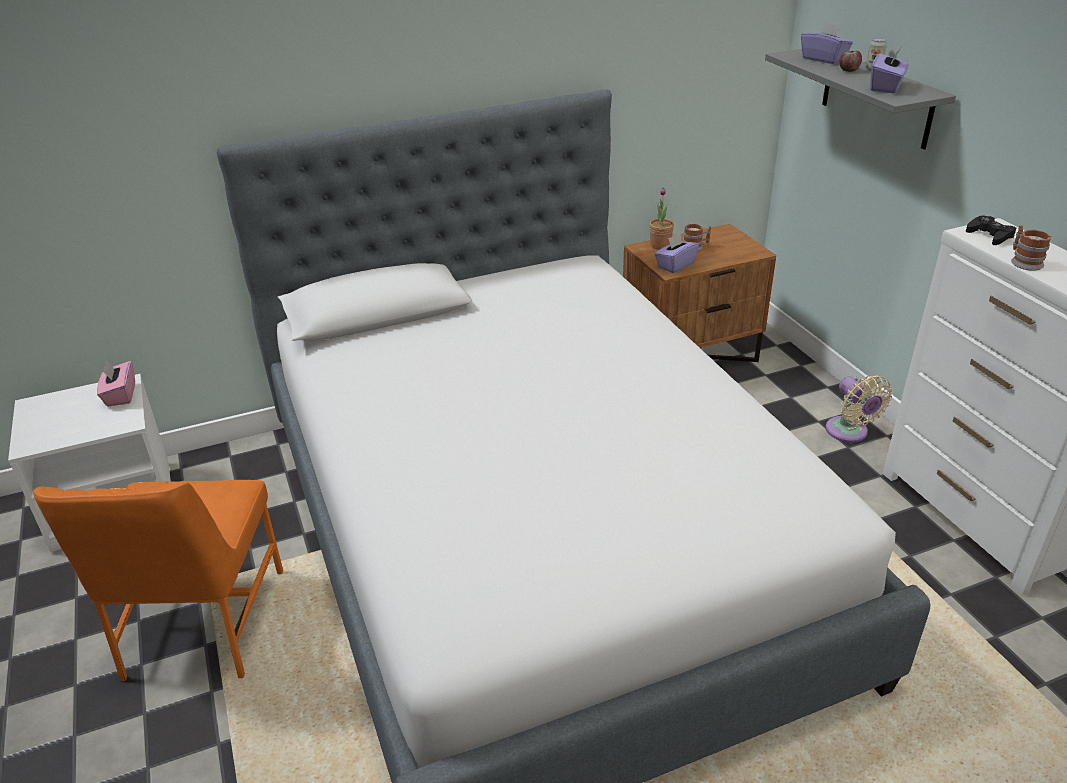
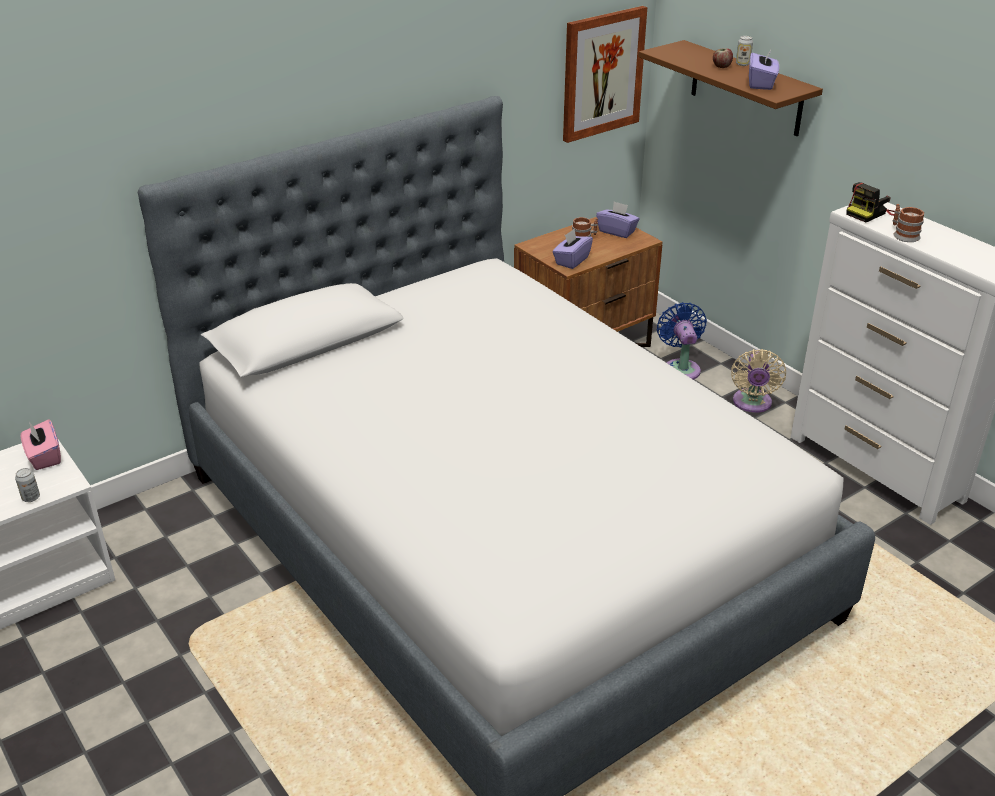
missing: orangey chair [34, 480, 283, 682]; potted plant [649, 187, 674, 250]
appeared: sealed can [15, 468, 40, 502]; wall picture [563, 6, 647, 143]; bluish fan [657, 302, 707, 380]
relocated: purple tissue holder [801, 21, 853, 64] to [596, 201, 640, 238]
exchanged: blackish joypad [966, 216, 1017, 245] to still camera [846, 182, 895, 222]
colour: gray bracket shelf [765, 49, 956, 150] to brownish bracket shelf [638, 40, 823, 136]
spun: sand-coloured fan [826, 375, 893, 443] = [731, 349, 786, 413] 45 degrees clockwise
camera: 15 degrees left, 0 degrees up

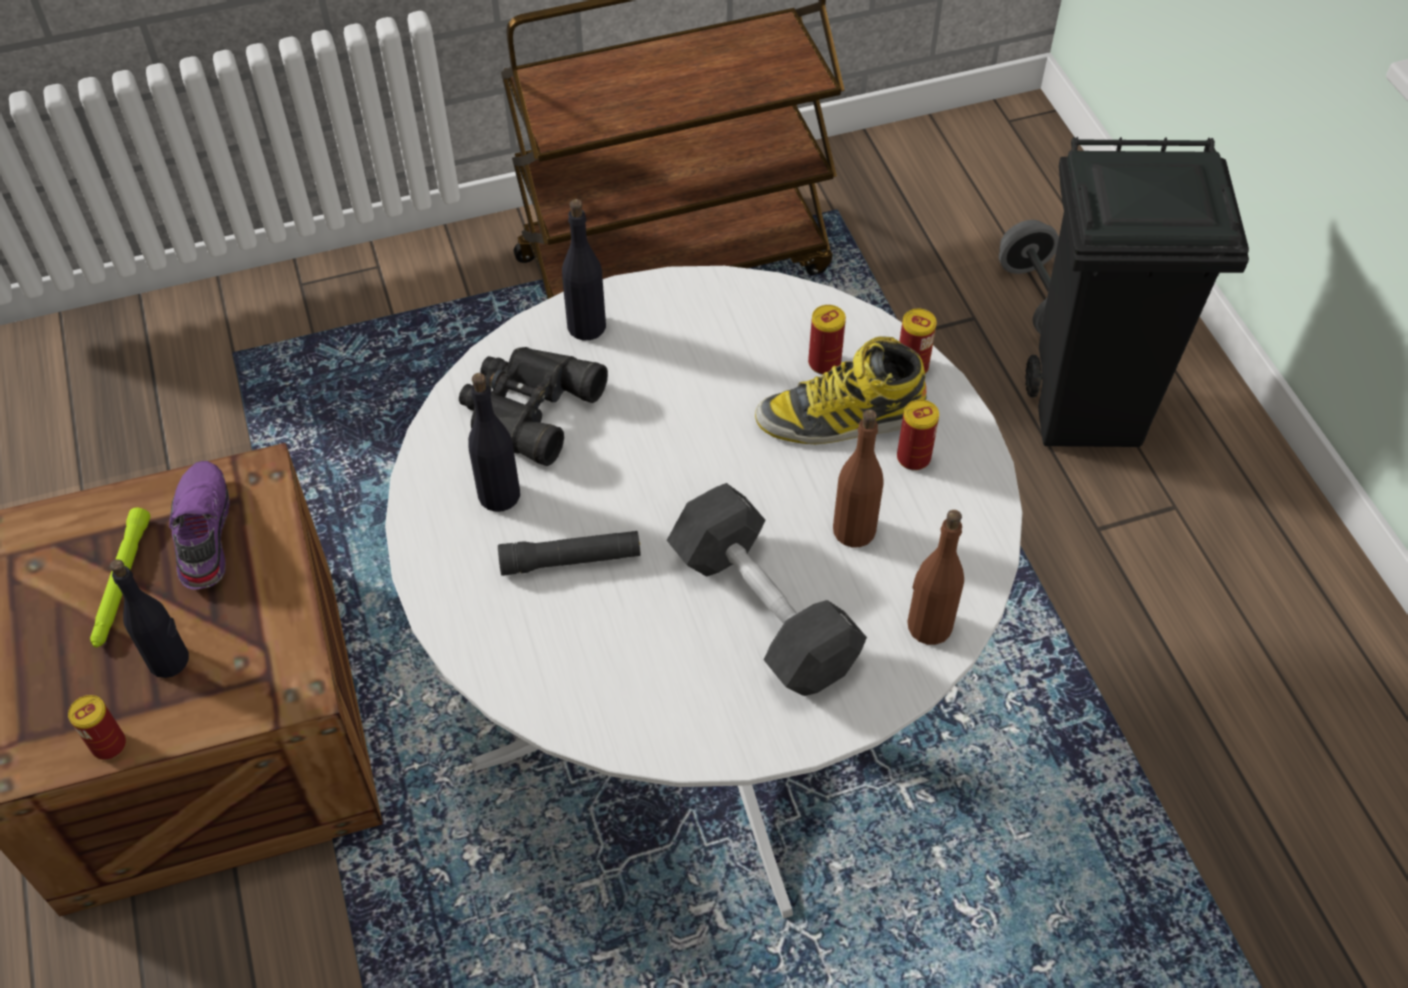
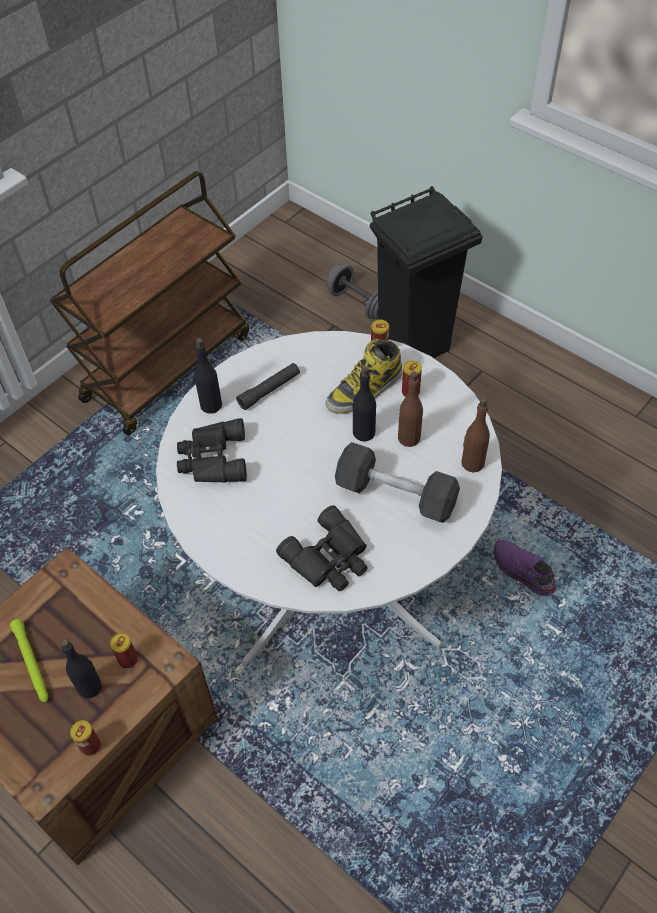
appeared: blackish pair of binoculars [276, 505, 368, 591]
relocated: sealed can [808, 305, 846, 375] to [110, 633, 138, 668]; blackish flashlight [498, 531, 641, 576] to [236, 363, 300, 410]; blackish bottle [468, 373, 520, 512] to [353, 366, 376, 441]; purple item of footwear [169, 461, 230, 590] to [494, 540, 556, 597]
camera: 30 degrees left, 0 degrees up

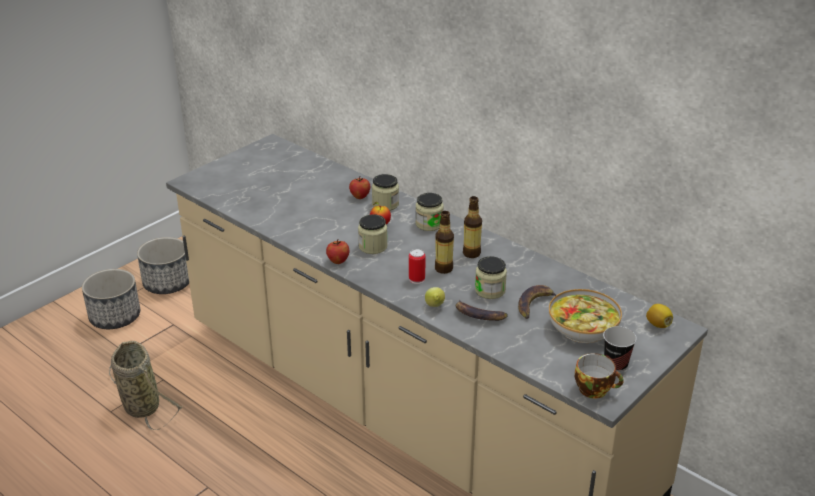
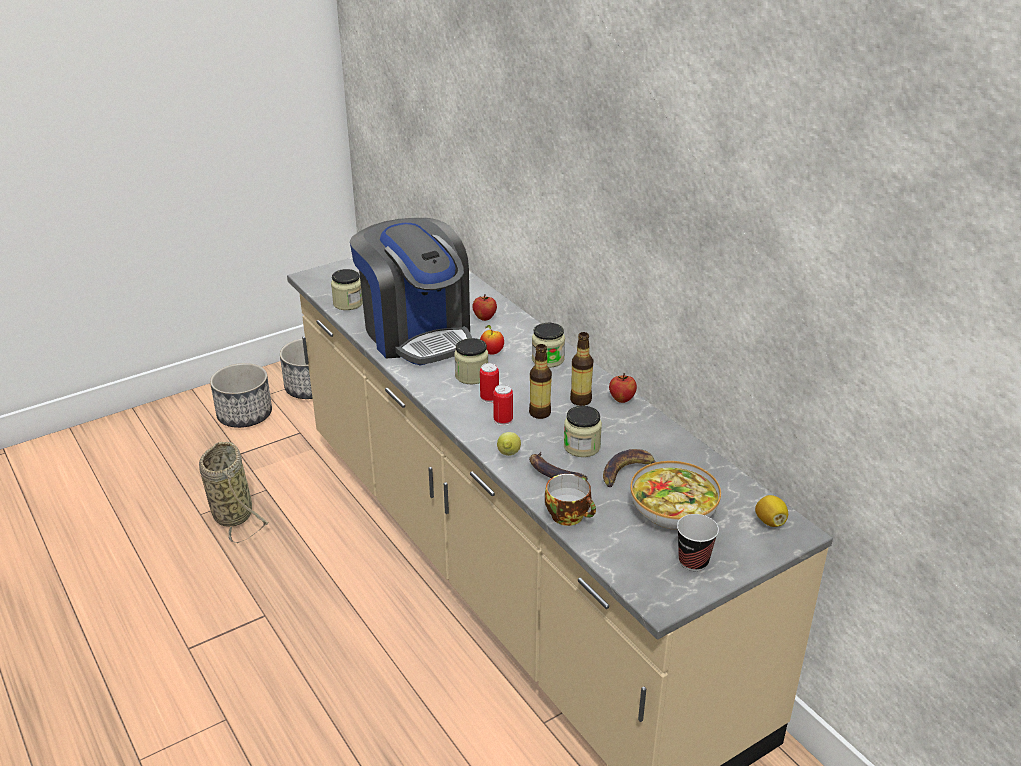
appeared: coffee maker [350, 218, 472, 366]; sealed can [480, 363, 499, 403]
relocated: preserve jar [372, 174, 399, 211] to [331, 269, 363, 310]; cup [575, 353, 624, 399] to [545, 474, 596, 526]; apple fruit [326, 239, 349, 264] to [609, 373, 637, 403]
camera: 15 degrees right, 0 degrees up

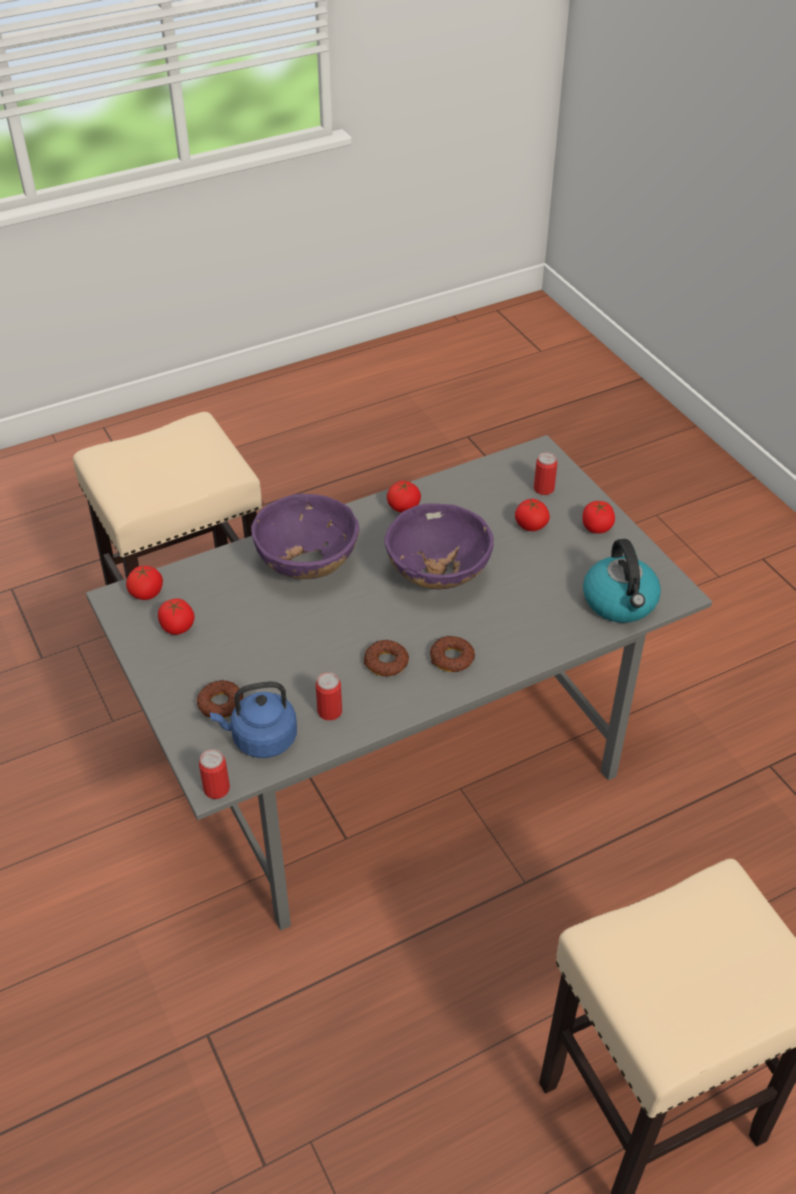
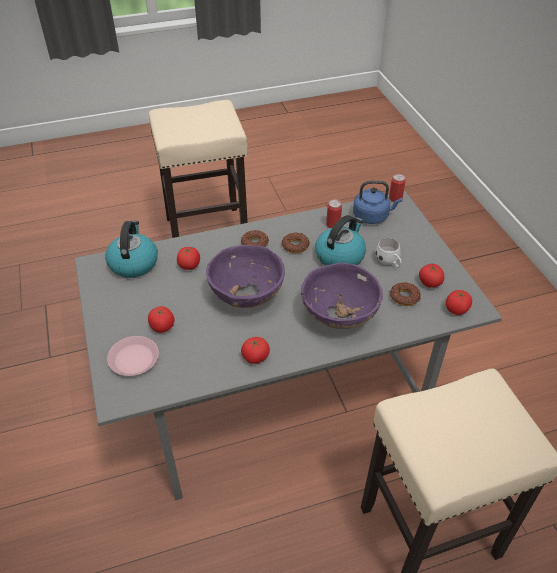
appeared: kettle [315, 215, 366, 266]; whitish tea mug [375, 238, 402, 268]
relocated: whole tomato [582, 501, 615, 534] to [177, 247, 200, 270]; ring doughnut [197, 680, 243, 718] to [390, 282, 421, 306]
exchanged: sealed can [534, 452, 557, 495] to pinkish plate [107, 336, 159, 376]
camera: 170 degrees left, 0 degrees up

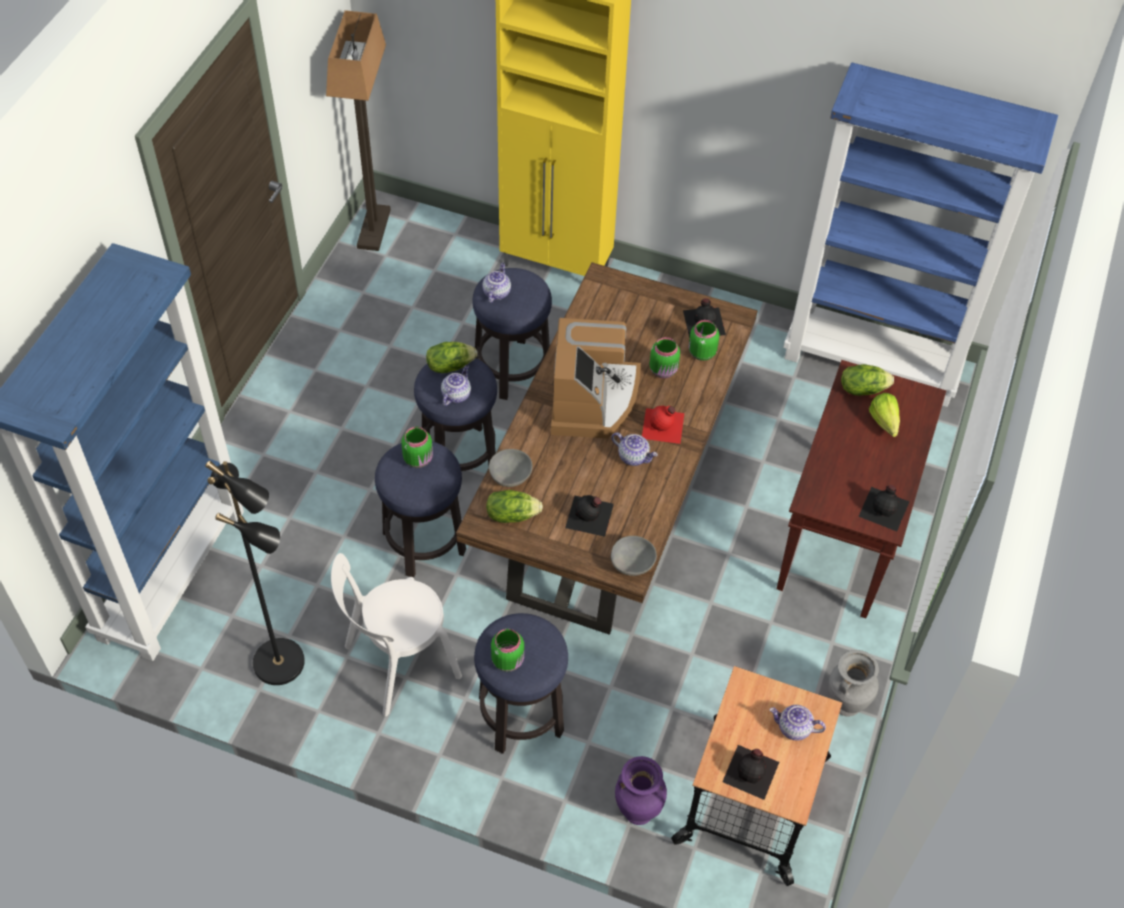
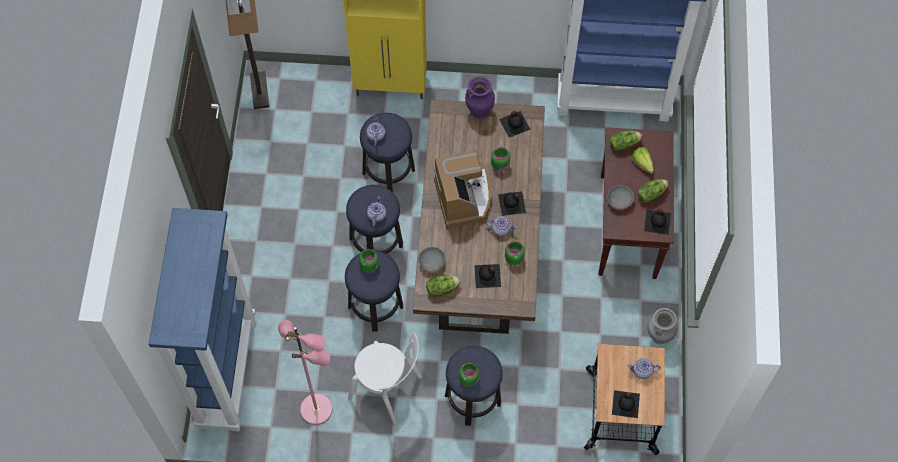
relocated: purple decorative vase [615, 756, 667, 825] to [465, 76, 495, 119]; green-coloured preserve jar [689, 320, 719, 361] to [505, 241, 525, 265]; gray deep dish [611, 536, 657, 576] to [607, 185, 634, 210]; head of lettuce [426, 342, 477, 373] to [637, 179, 669, 203]
colour: blackish floor lamp [205, 461, 305, 685] to pinkish floor lamp [278, 320, 332, 425]; reddish bottle [642, 406, 684, 444] to blackish bottle [498, 191, 526, 216]
spun: whitish chair [331, 553, 462, 717] = [348, 333, 422, 424] 105 degrees counterclockwise
camera: 15 degrees left, 10 degrees up

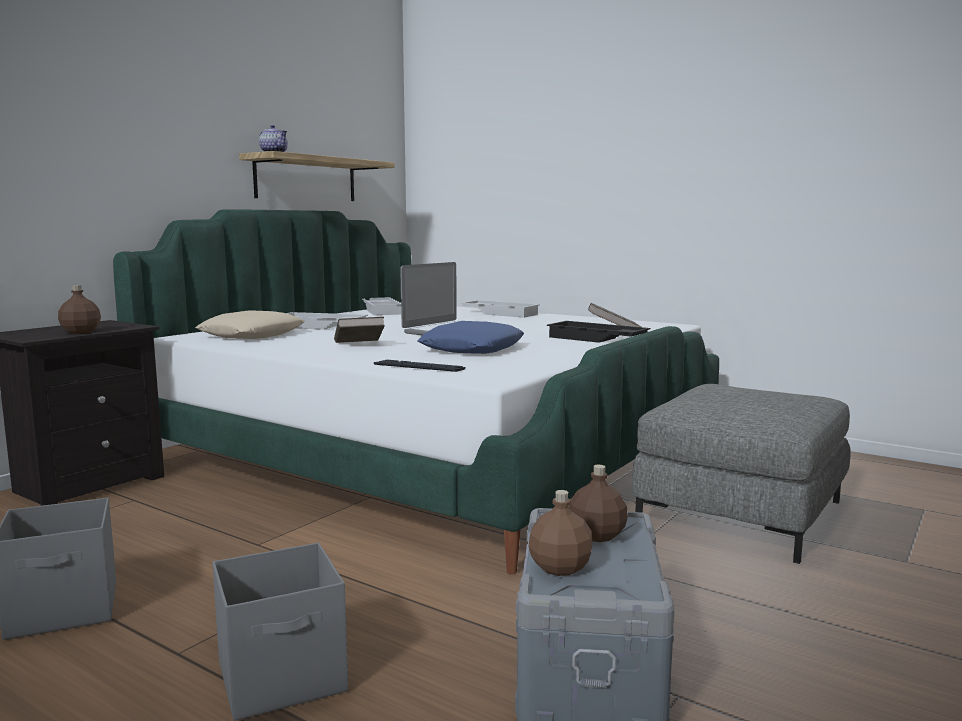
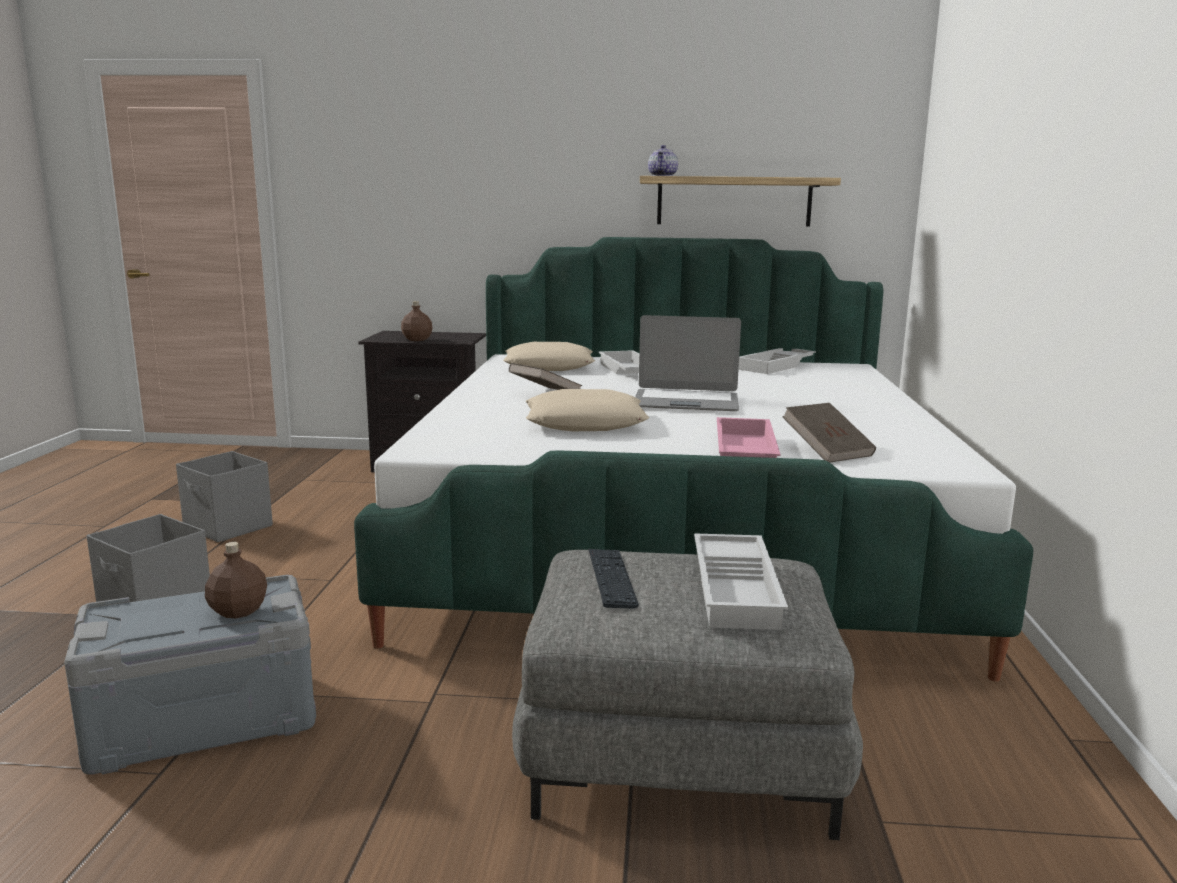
missing: brownish bottle [528, 490, 593, 576]
relocated: keyboard [374, 360, 465, 372] to [588, 549, 639, 609]; whitish serving tray [460, 300, 540, 318] to [694, 533, 788, 630]
colour: bluish throw pillow [417, 321, 524, 354] to sand-coloured throw pillow [526, 389, 649, 431]; blackish serving tray [547, 321, 650, 343] to pinkish serving tray [717, 417, 781, 458]
camera: 60 degrees right, 5 degrees up

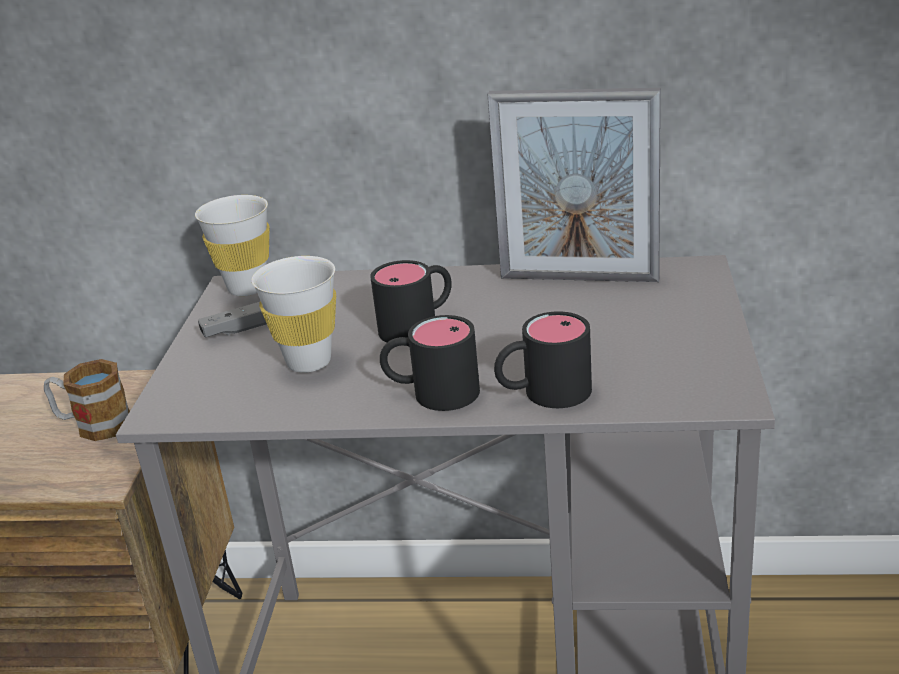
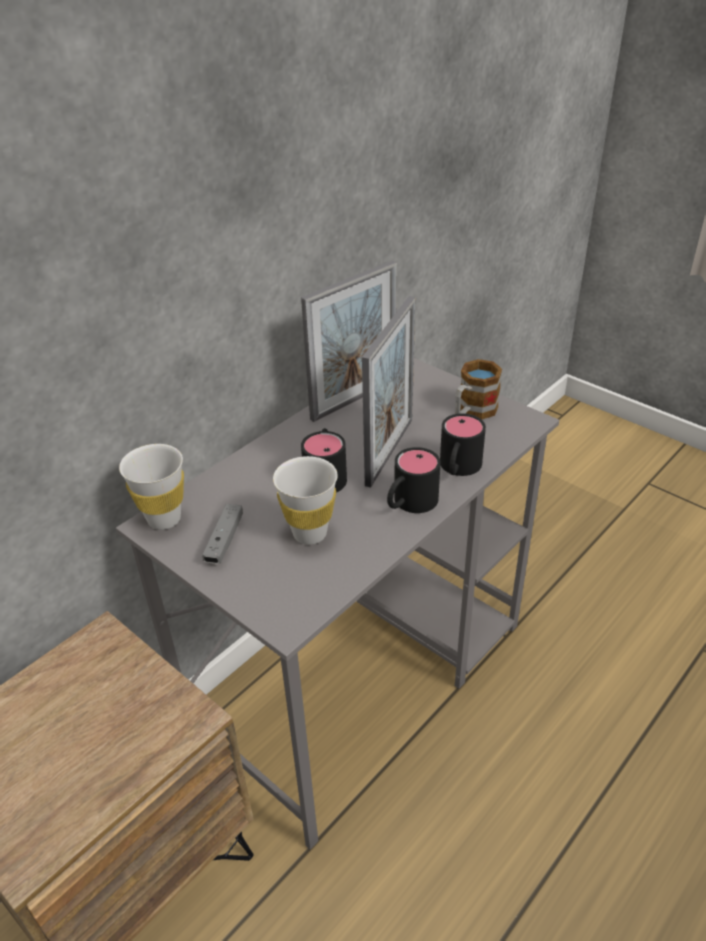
appeared: photo frame [362, 296, 415, 488]
relocated: tea mug [44, 359, 130, 441] to [455, 359, 502, 420]
camera: 55 degrees left, 10 degrees up

